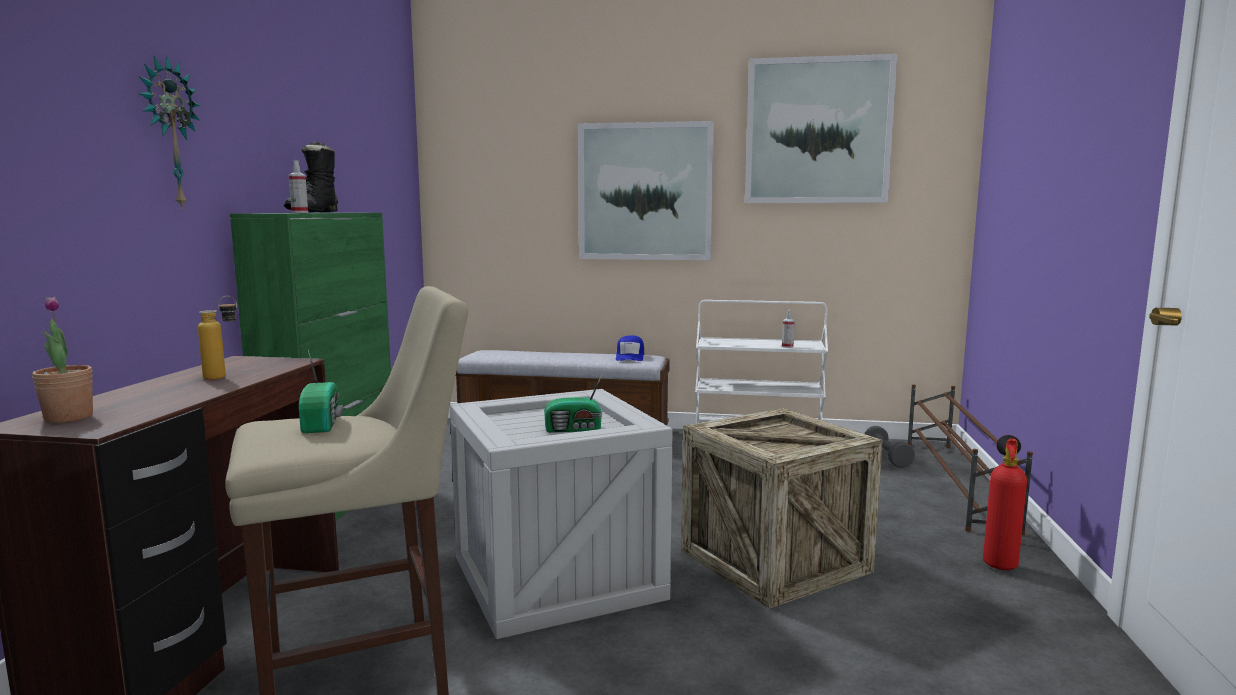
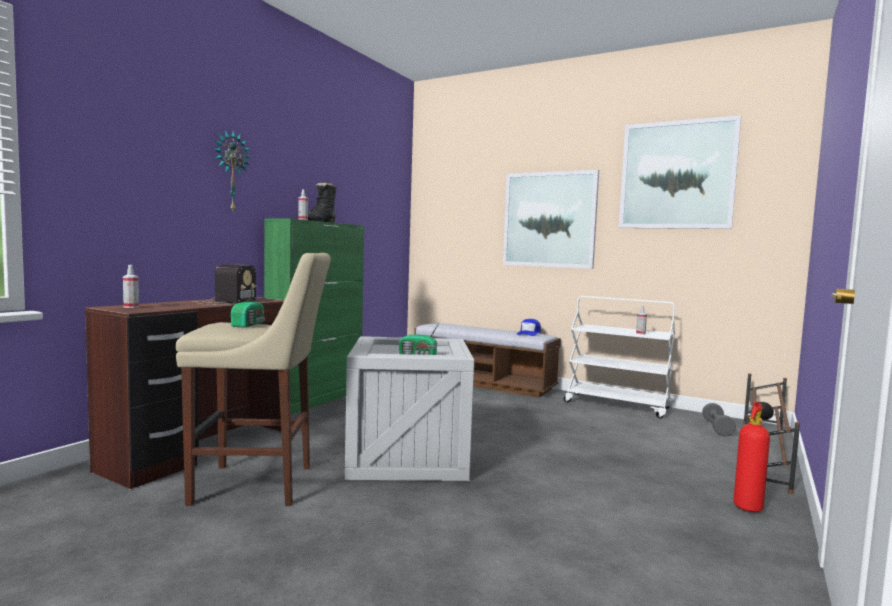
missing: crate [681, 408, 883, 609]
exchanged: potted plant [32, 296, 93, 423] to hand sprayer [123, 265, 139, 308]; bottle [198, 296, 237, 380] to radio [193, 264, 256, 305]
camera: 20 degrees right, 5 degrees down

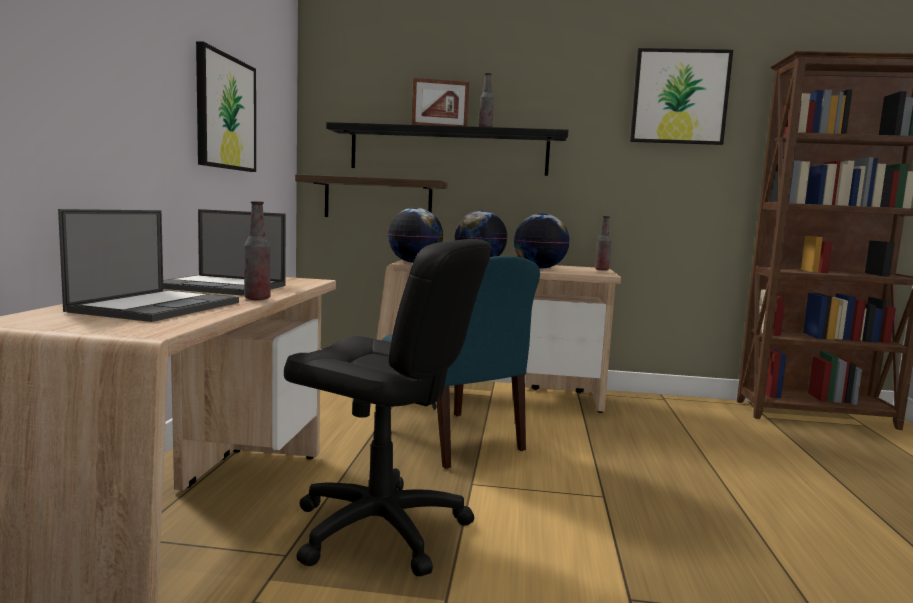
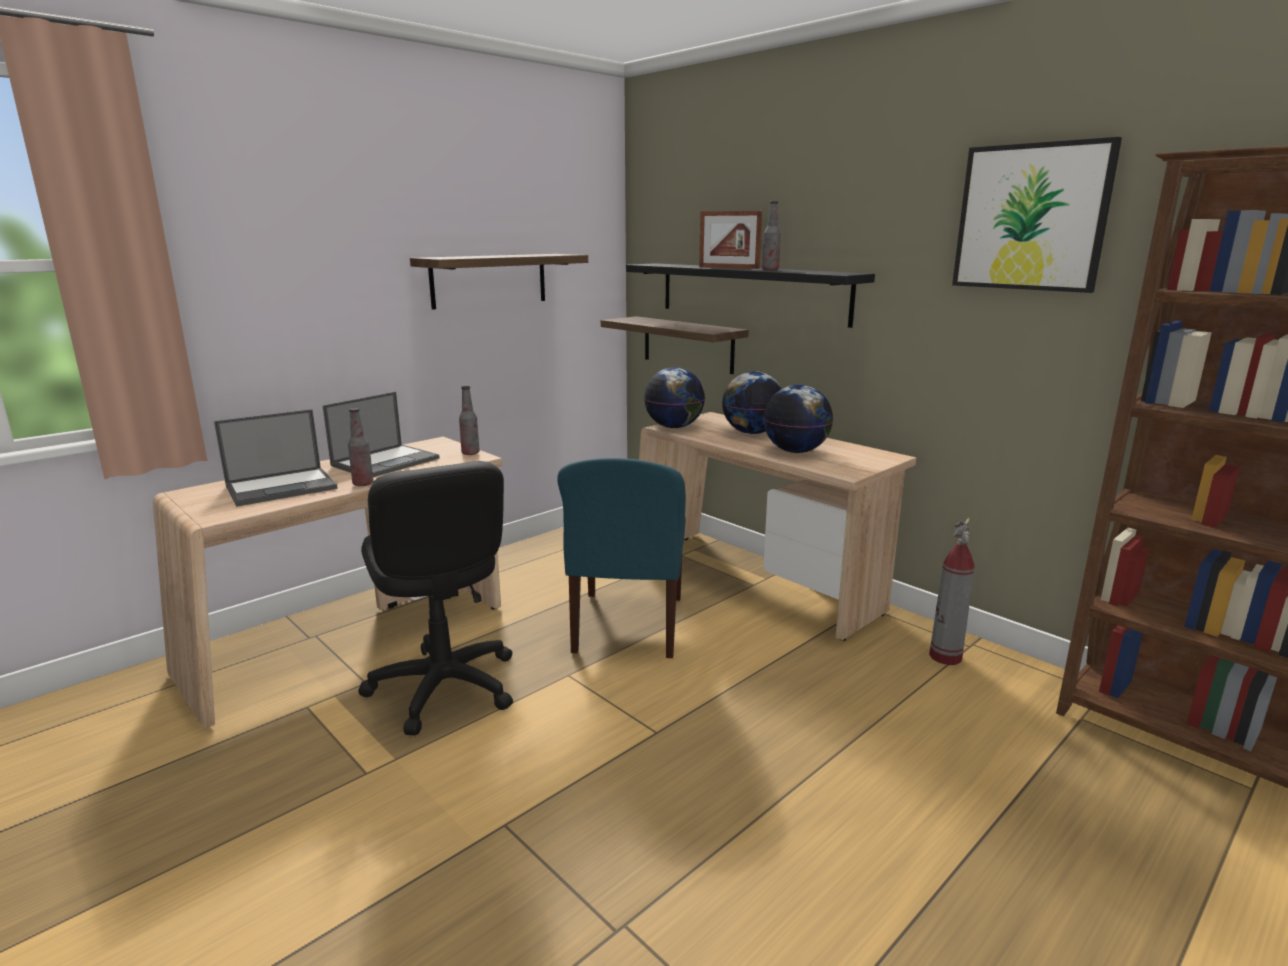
appeared: extinguisher [929, 518, 975, 665]
relocated: bottle [595, 216, 611, 271] to [459, 386, 480, 455]
exchanged: wall picture [196, 41, 256, 172] to bracket shelf [410, 254, 588, 310]
spun: portable computer [163, 209, 286, 296] = [322, 392, 440, 477] 105 degrees counterclockwise
camera: 40 degrees right, 10 degrees up

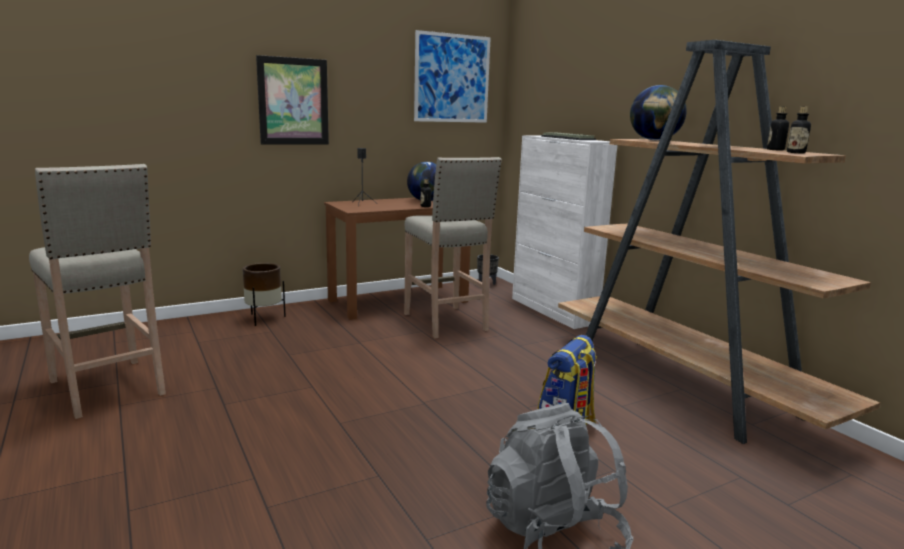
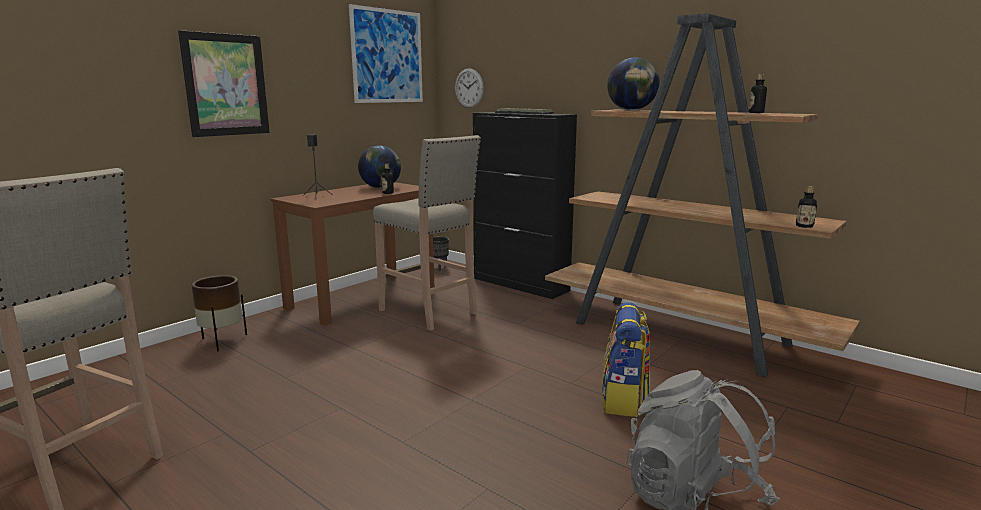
appeared: wall clock [455, 68, 484, 108]
relocated: bottle [787, 106, 811, 153] to [796, 186, 817, 228]
colour: whitish storage cabinet [512, 135, 617, 329] to blackish storage cabinet [473, 112, 577, 299]
camera: 20 degrees left, 0 degrees up

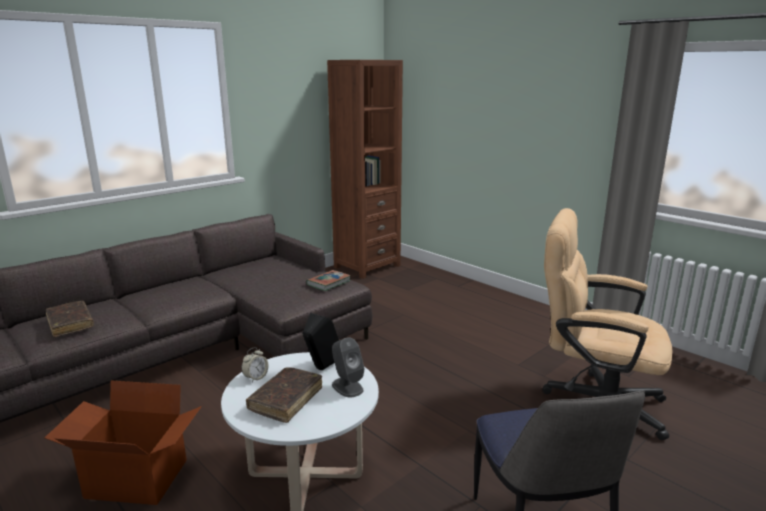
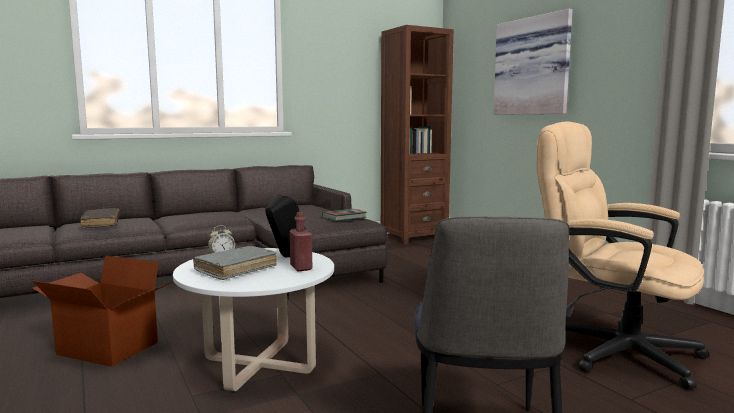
appeared: wall picture [493, 9, 572, 115]
exchanged: gray loudspeaker [332, 337, 364, 398] to reddish bottle [289, 212, 312, 271]
colour: brownish book [246, 367, 322, 423] to gray book [193, 246, 277, 280]
camera: 15 degrees right, 10 degrees down

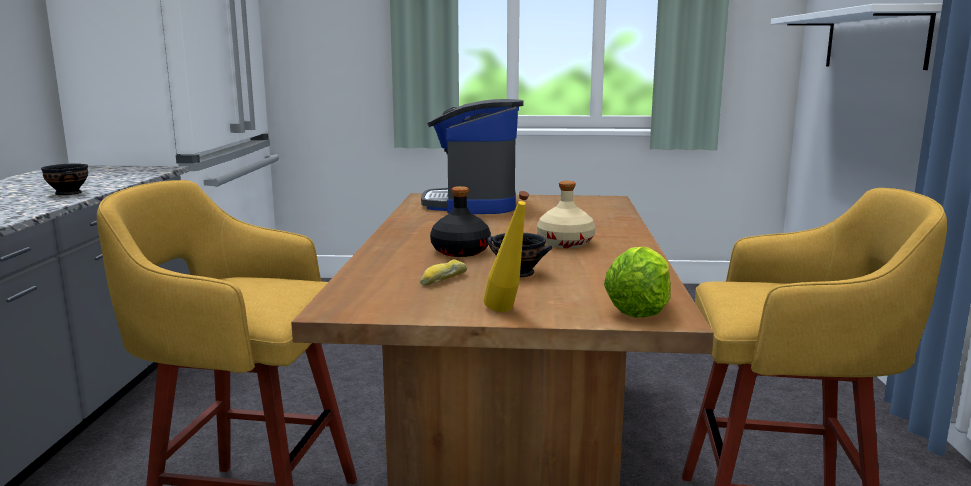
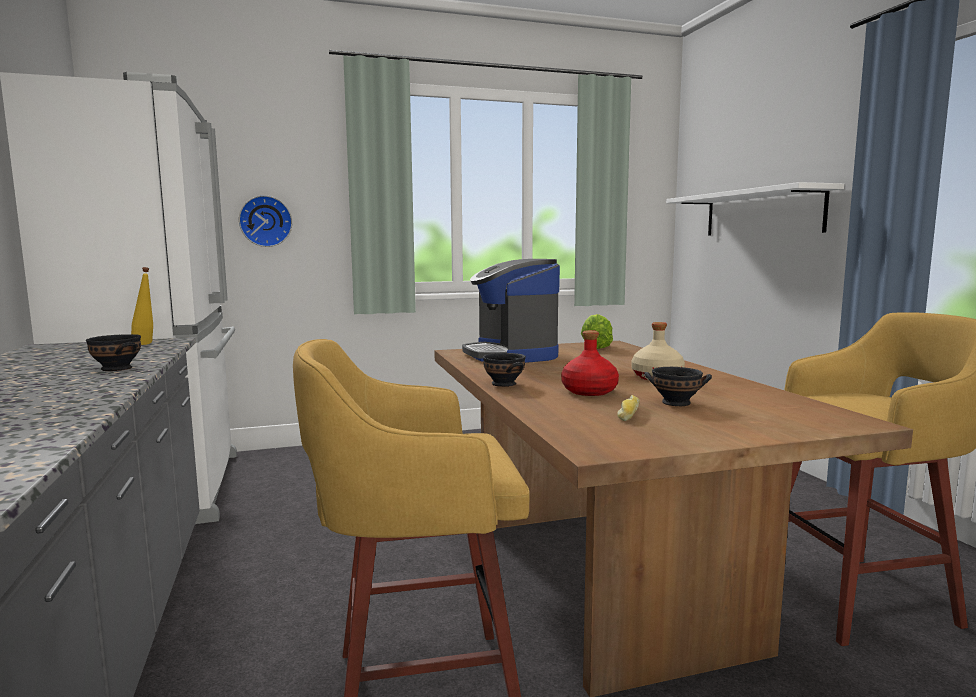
appeared: wall clock [239, 195, 292, 247]; blackish deep dish [483, 353, 526, 387]
relocated: yellowish bottle [483, 191, 529, 312] to [131, 267, 153, 345]; head of lettuce [604, 247, 670, 318] to [581, 314, 613, 349]
colour: blackish bottle [430, 186, 491, 257] to reddish bottle [561, 330, 619, 396]
camera: 20 degrees left, 5 degrees down

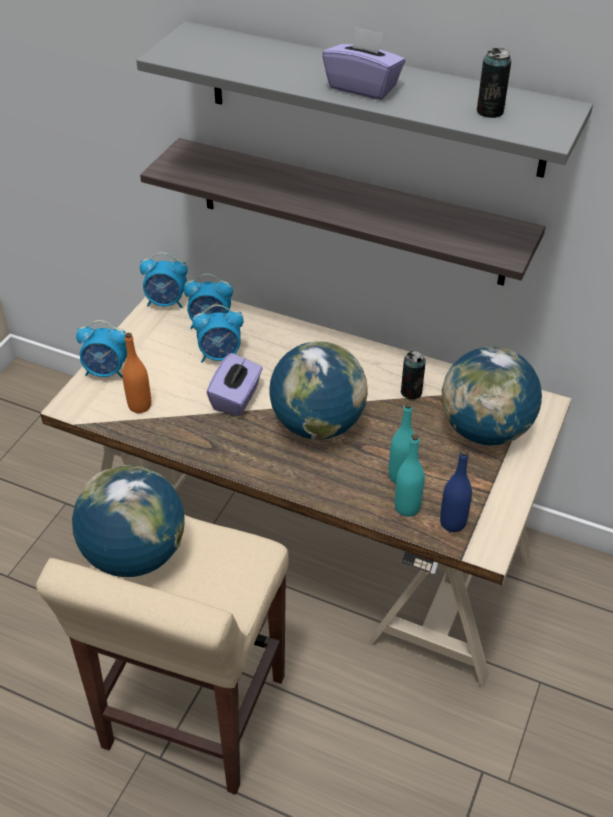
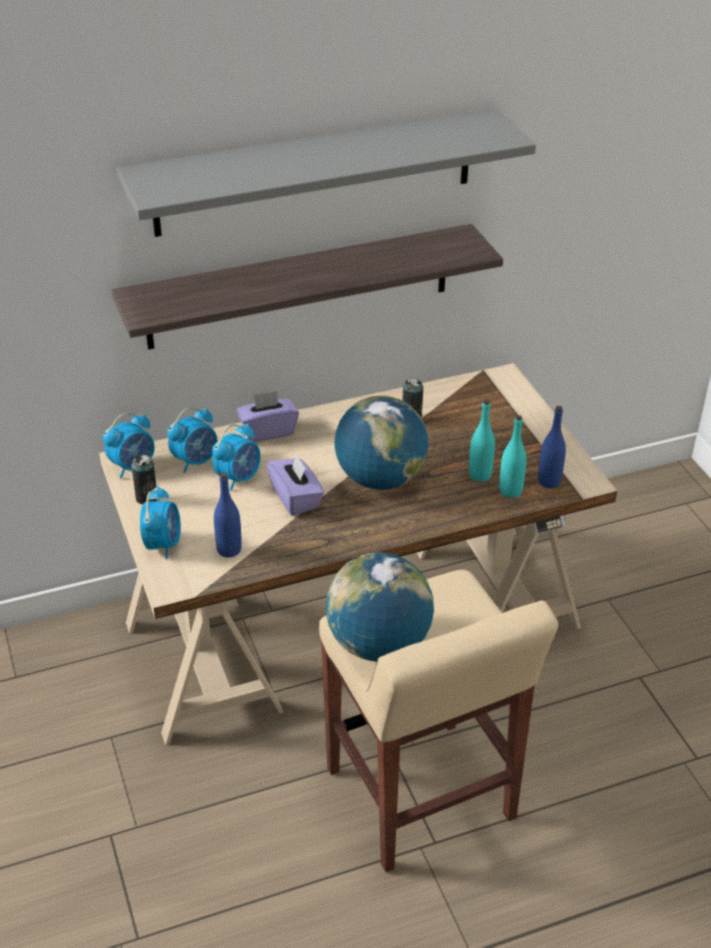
missing: globe [442, 346, 542, 445]
relocated: sealed can [477, 48, 511, 118] to [131, 455, 157, 505]; purple tissue holder [322, 26, 405, 100] to [236, 391, 299, 442]
colour: orangey bottle [122, 333, 151, 413] to bluish bottle [214, 472, 242, 558]
spun: bedside clock [76, 320, 127, 378] = [140, 486, 181, 560] 45 degrees counterclockwise
camera: 45 degrees left, 5 degrees down

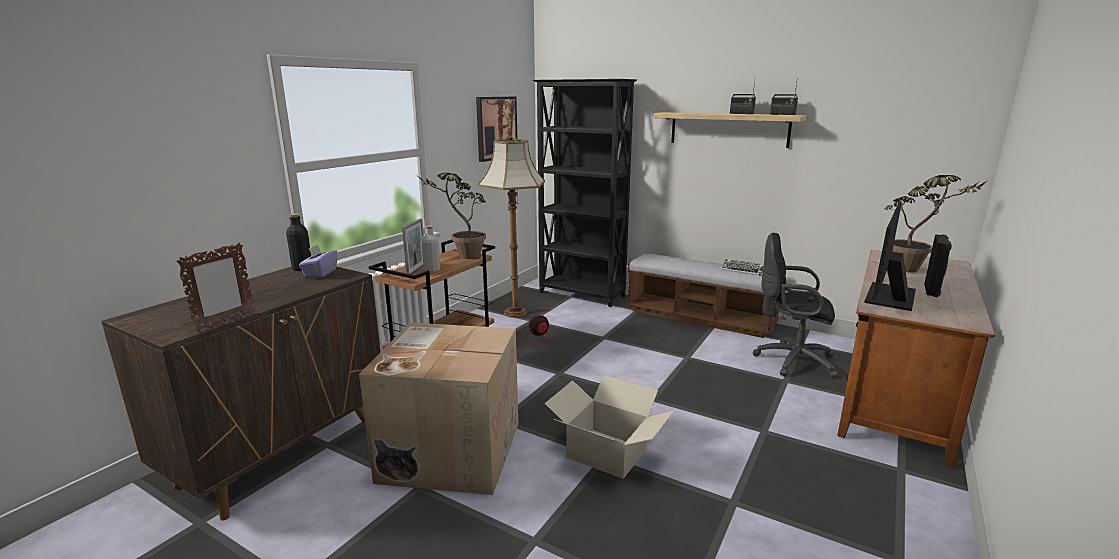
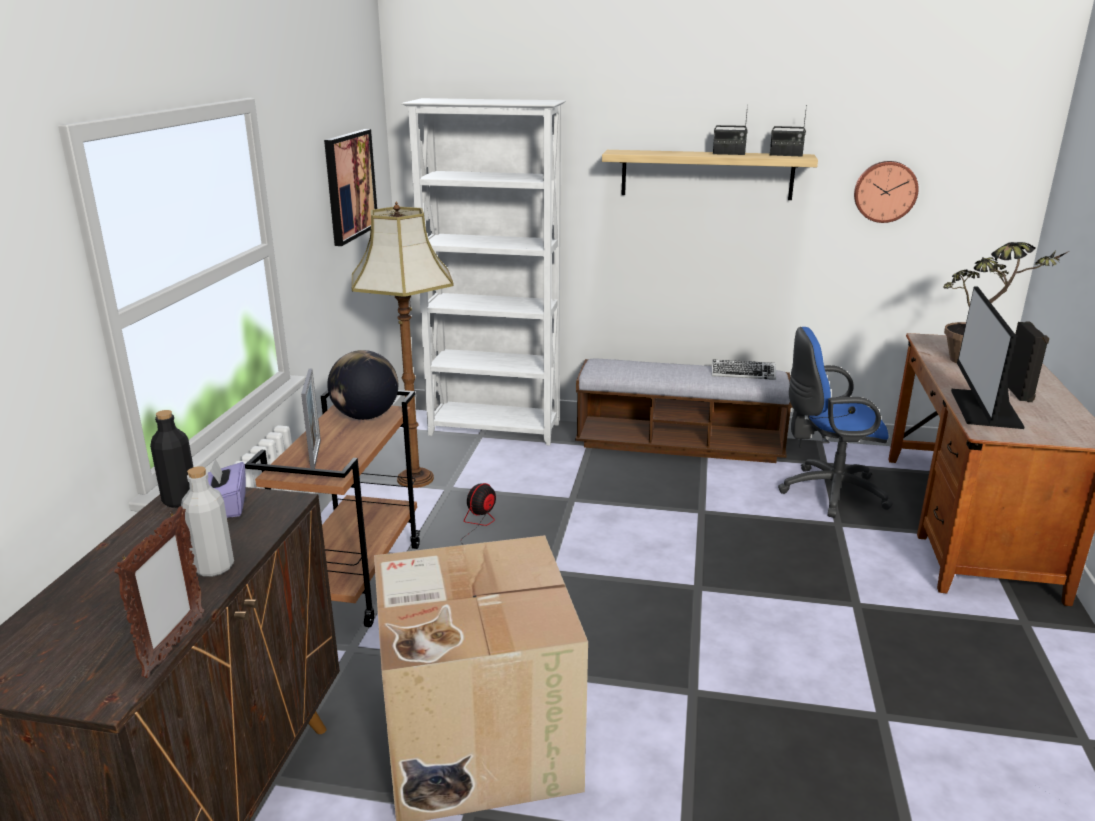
missing: carton [544, 375, 674, 479]
appeared: wall clock [854, 161, 919, 223]
relocated: gray bottle [422, 226, 440, 273] to [181, 466, 234, 577]
exchanged: potted plant [418, 173, 486, 259] to globe [327, 350, 398, 420]
colour: blackish shelving unit [533, 79, 637, 307] to whitish shelving unit [401, 98, 566, 446]; blackish office chair [753, 233, 838, 378] to bluish office chair [778, 327, 893, 518]
camera: 20 degrees left, 5 degrees up

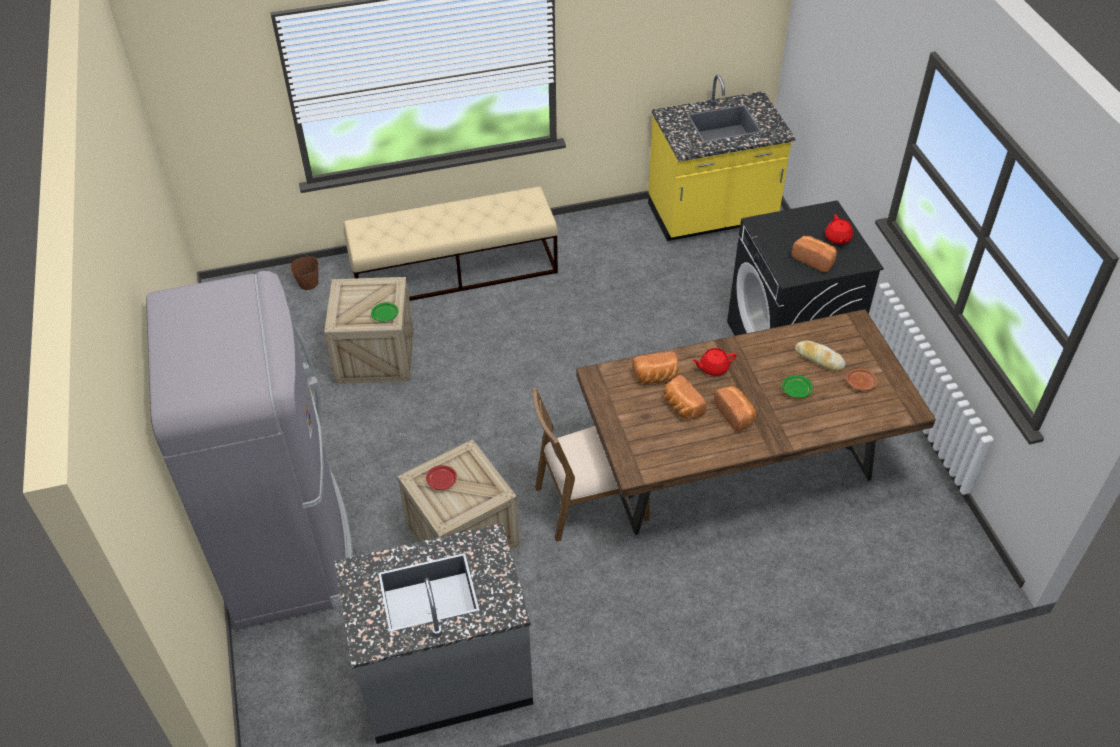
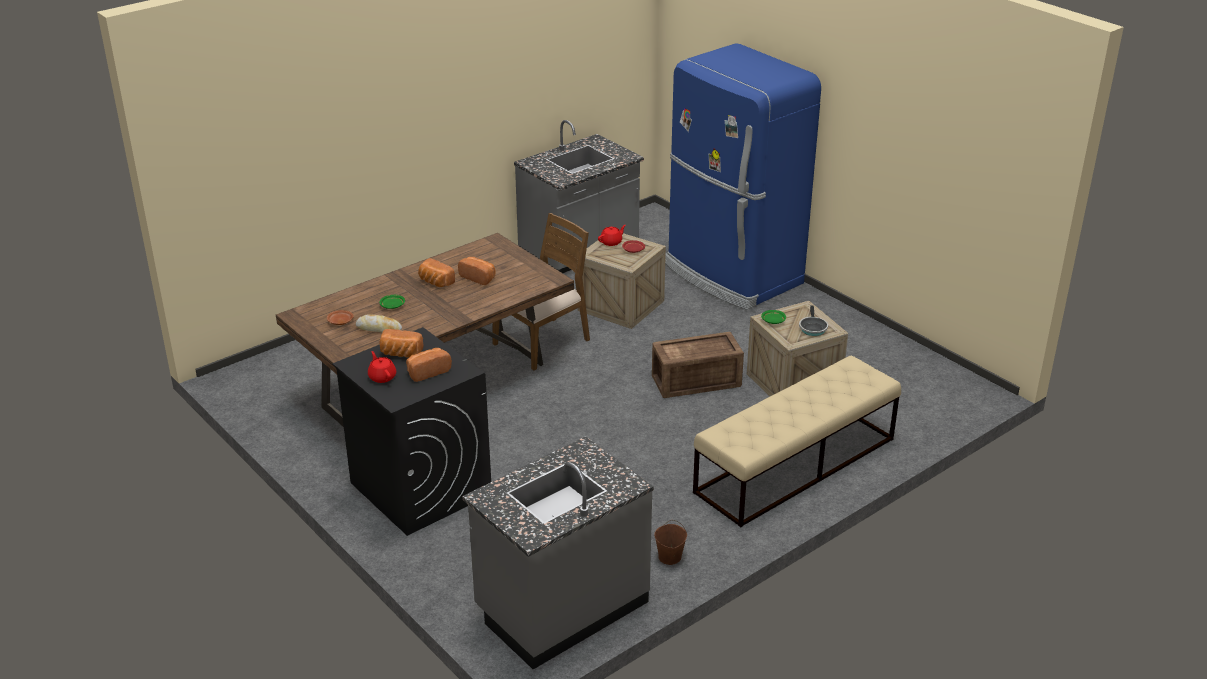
appeared: crate [652, 332, 744, 398]; skillet [799, 305, 828, 336]
relocated: bread [632, 352, 678, 384] to [406, 348, 452, 382]; reddish teapot [692, 348, 736, 376] to [598, 225, 626, 246]; brownish bucket [290, 253, 318, 290] to [654, 520, 687, 565]
colour: yellowish kitchen counter [648, 75, 796, 241] to gray kitchen counter [462, 436, 654, 669]; gray kitchen fridge [146, 271, 353, 629] to bluish kitchen fridge [665, 43, 821, 310]
camera: 155 degrees right, 15 degrees down

